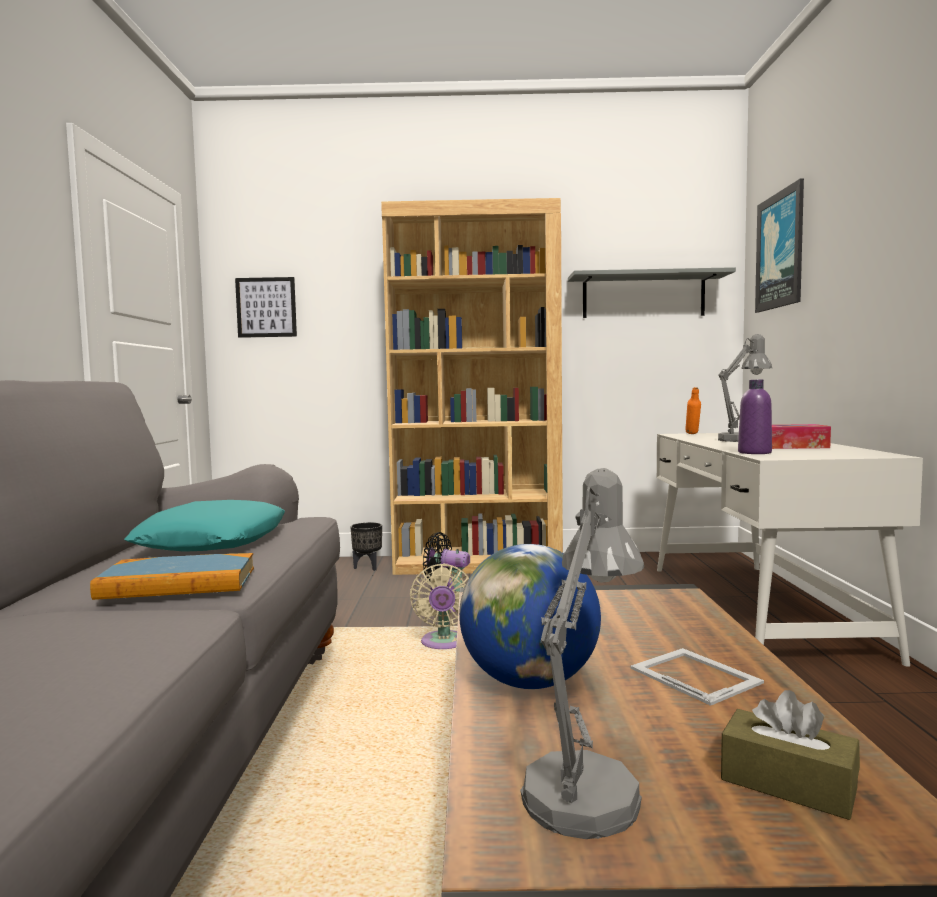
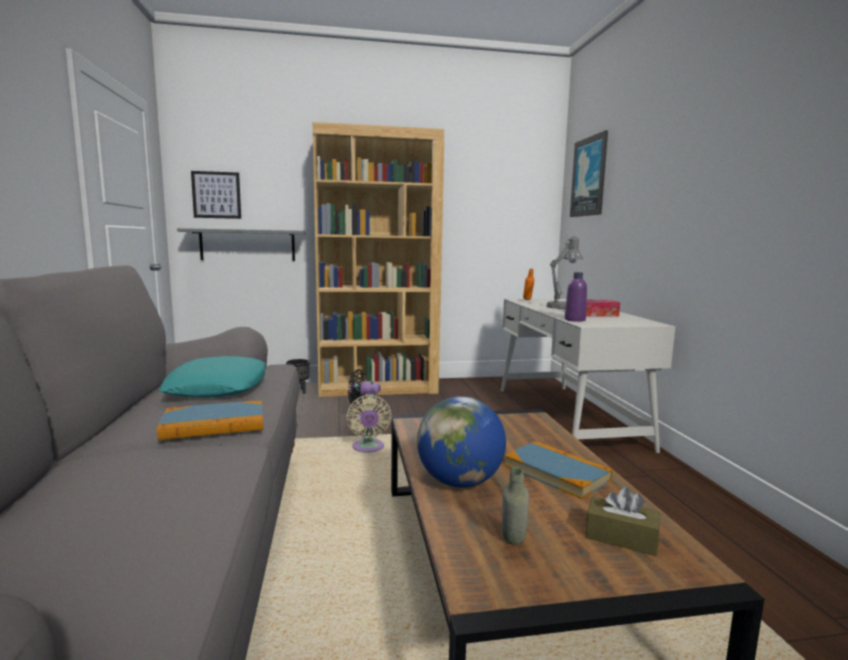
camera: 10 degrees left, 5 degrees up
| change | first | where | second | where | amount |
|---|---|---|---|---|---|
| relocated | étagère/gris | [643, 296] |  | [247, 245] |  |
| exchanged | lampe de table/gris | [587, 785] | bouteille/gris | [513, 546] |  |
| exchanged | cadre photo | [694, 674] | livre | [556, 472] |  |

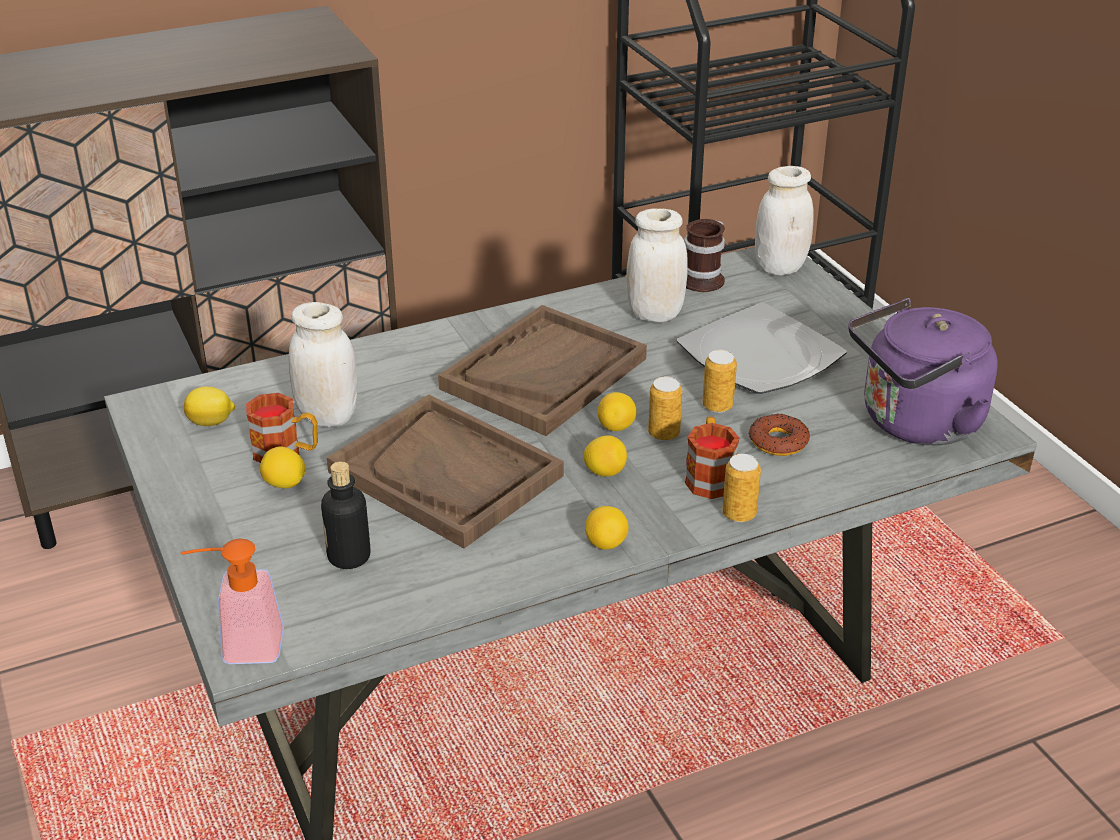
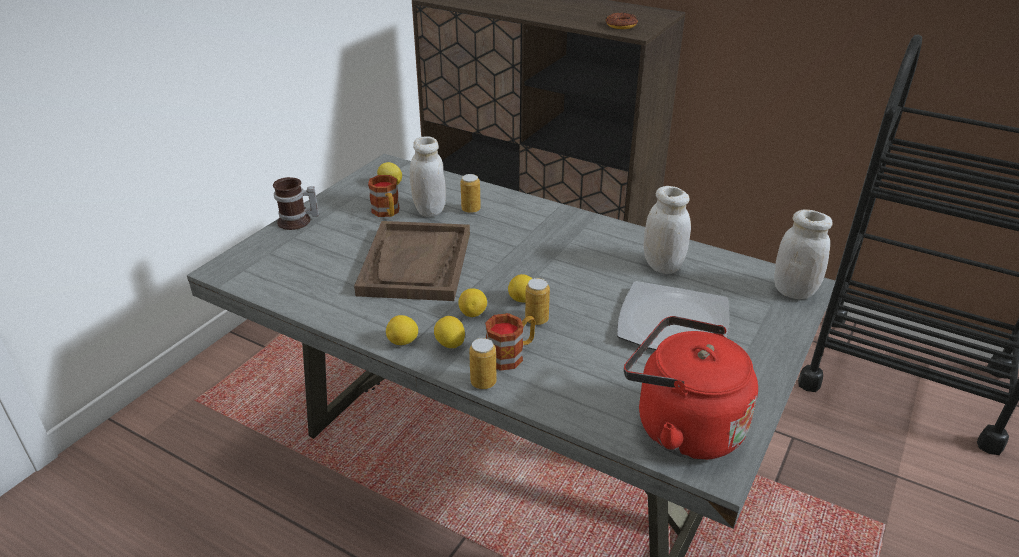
camera: 55 degrees right, 0 degrees up
| change | first | where | second | where | amount |
|---|---|---|---|---|---|
| relocated | mug | [706, 279] |  | [297, 222] |  |
| colour | bouilloire/violet | [915, 423] | bouilloire/rouge | [682, 426] |  |
| missing | plateau/marron | [544, 373] |  |  |  |
| relocated | boîte métallique | [717, 406] |  | [471, 209] |  |
| relocated | beignet | [778, 441] |  | [621, 25] |  |
| relocated | citron | [284, 484] |  | [450, 344] |  |
| missing | bouteille | [349, 556] |  |  |  |
| missing | distributeur de savon | [240, 647] |  |  |  |

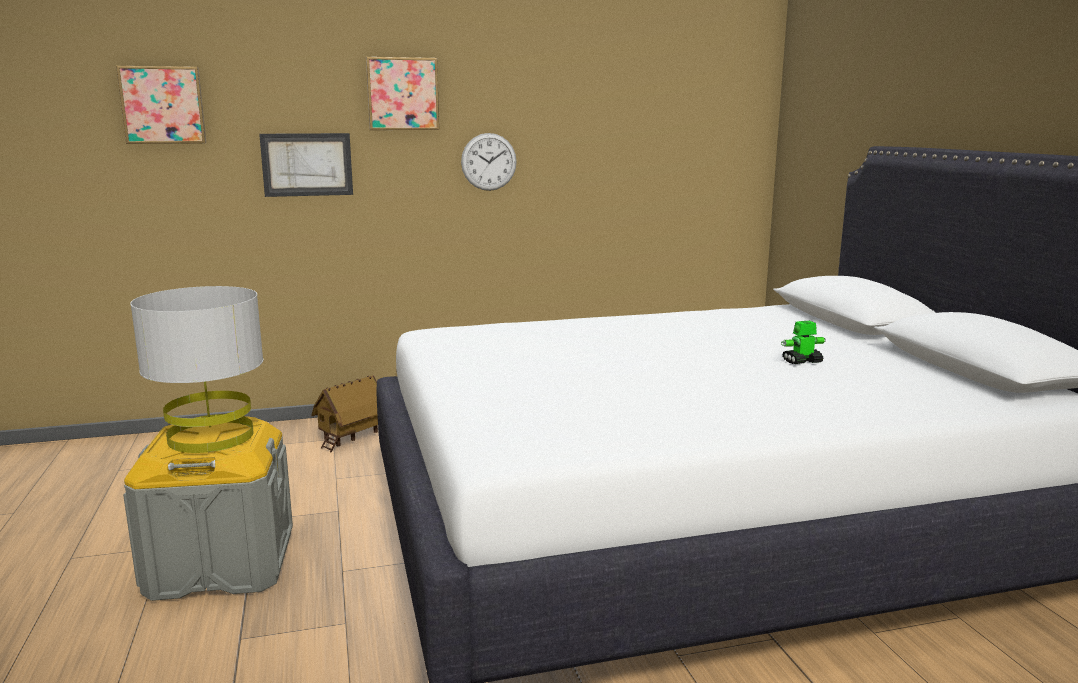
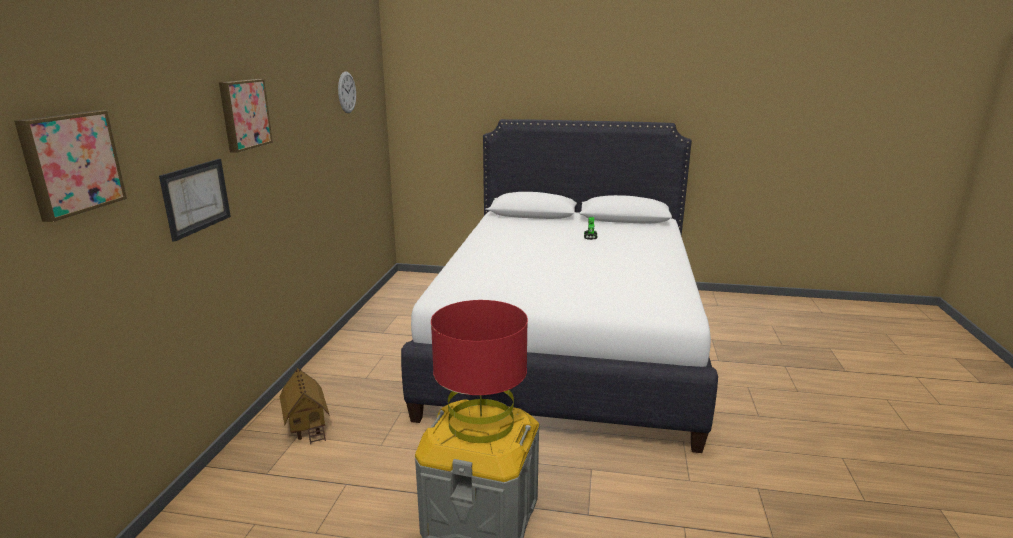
camera: 65 degrees left, 5 degrees up
| change | first | where | second | where | amount |
|---|---|---|---|---|---|
| relocated | horloge murale | [488, 162] |  | [347, 92] |  |
| colour | lampe de table/gris | [211, 436] | lampe de table/rouge | [480, 423] |  |

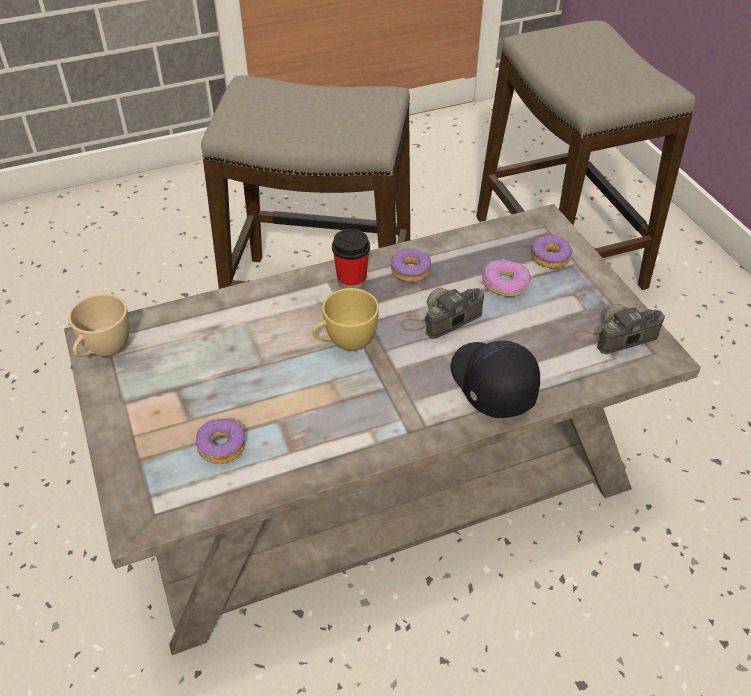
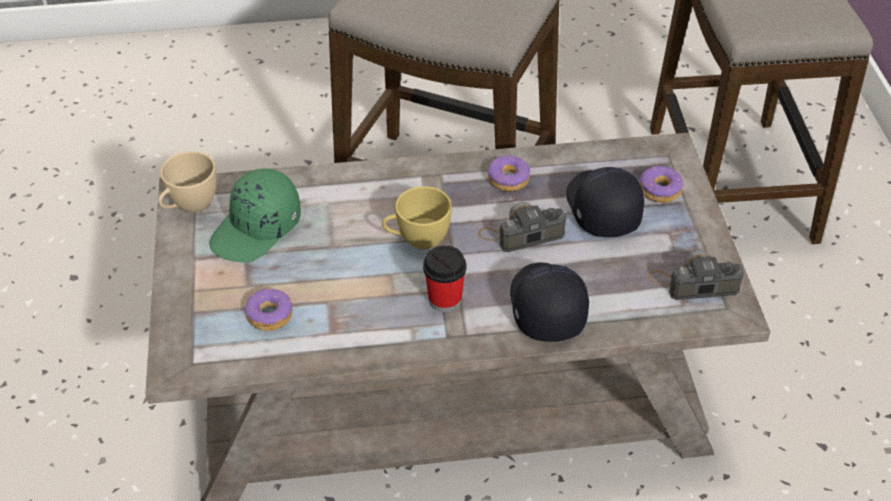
camera: 15 degrees right, 0 degrees up
| change | first | where | second | where | amount |
|---|---|---|---|---|---|
| relocated | tasse | [351, 280] |  | [445, 299] |  |
| exchanged | beignet | [505, 283] | casquette/noir | [601, 209] |  |
| appeared |  |  | casquette/vert | [257, 229] |  |

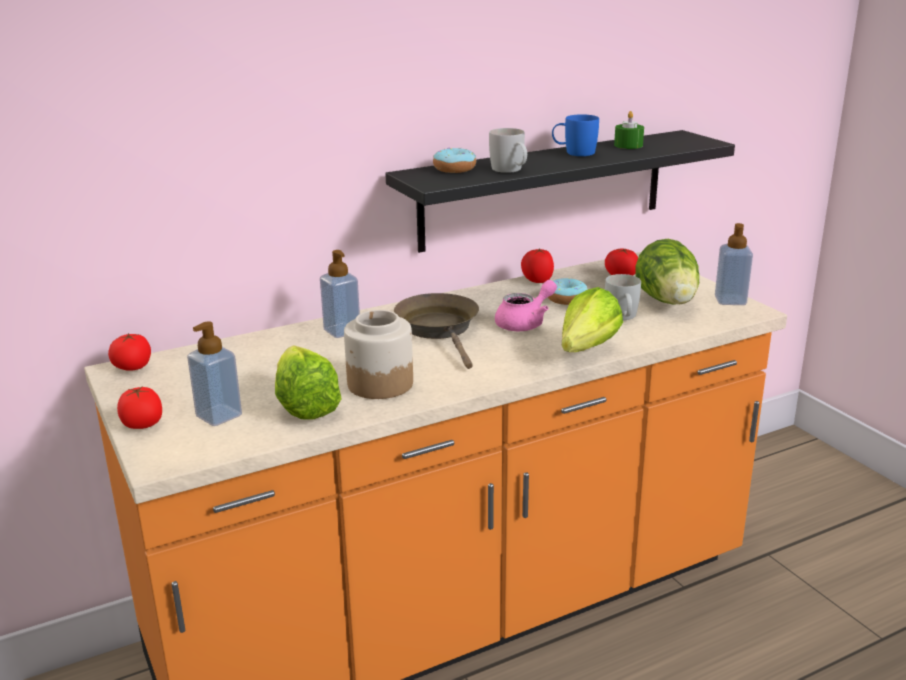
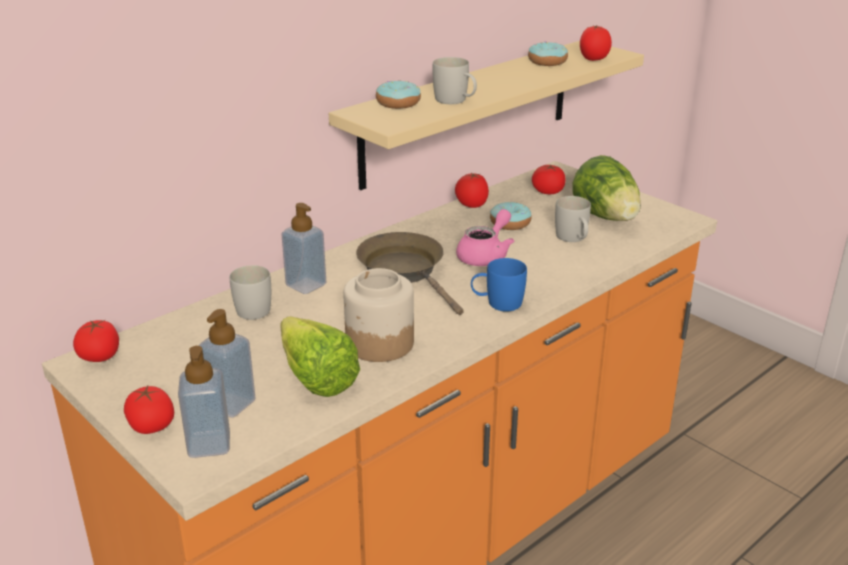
camera: 15 degrees left, 5 degrees up
| change | first | where | second | where | amount |
|---|---|---|---|---|---|
| exchanged | bougie/vert | [628, 145] | beignet | [547, 62] |  |
| relocated | mug/bleu | [574, 152] |  | [497, 303] |  |
| colour | étagère/noir | [544, 189] | étagère/beige | [469, 112] |  |
| relocated | distributeur de savon | [730, 300] |  | [209, 444] |  |
| missing | laitue | [581, 352] |  |  |  |
| appeared |  |  | tomate | [593, 59] |  |
| appeared |  |  | mug/blanc | [256, 307] |  |

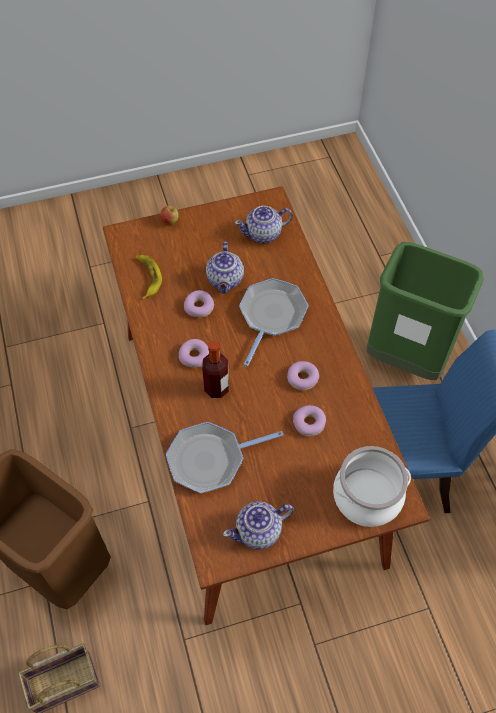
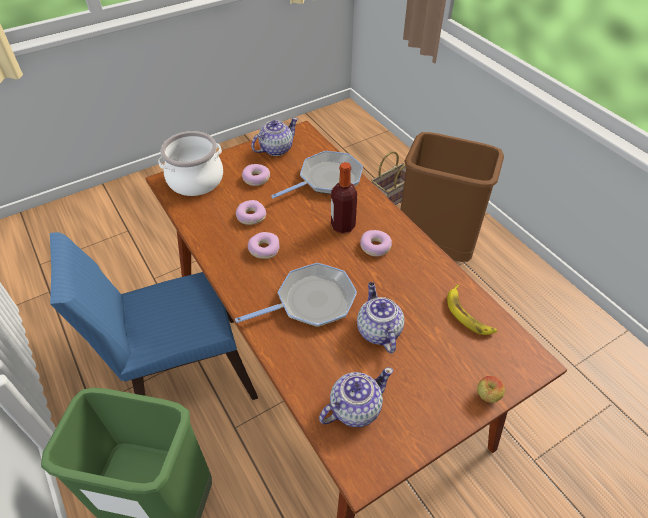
camera: 165 degrees right, 10 degrees down
| change | first | where | second | where | amount |
|---|---|---|---|---|---|
| spun | poêle | [271, 316] |  | [311, 301] | 120 degrees counterclockwise |
| relocated | beignet | [199, 307] |  | [256, 179] |  |

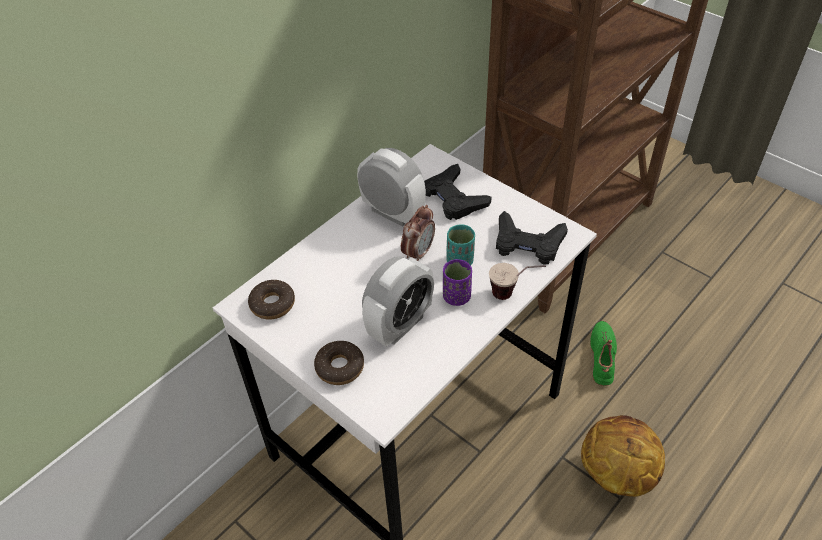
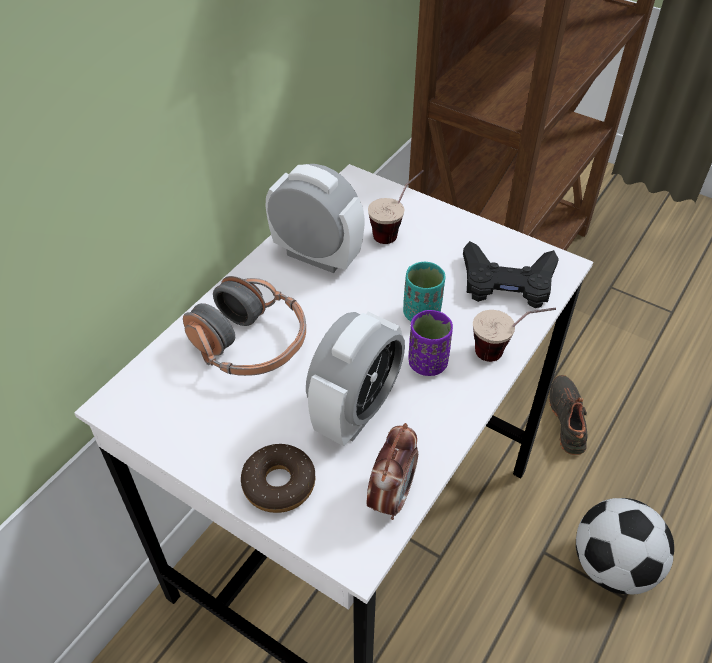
camera: 10 degrees left, 0 degrees up
| change | first | where | second | where | amount |
|---|---|---|---|---|---|
| exchanged | manette/noir | [454, 198] | tasse | [396, 230] |  |
| relocated | réveil | [418, 253] |  | [391, 497] |  |
| missing | beignet | [272, 304] |  |  |  |
| colour | chaussure/vert | [603, 357] | chaussure/noir | [568, 419] |  |
| exchanged | ballon de basket | [615, 473] | ballon de foot | [612, 565] |  |
| appeared |  |  | casque audio | [249, 344] |  |

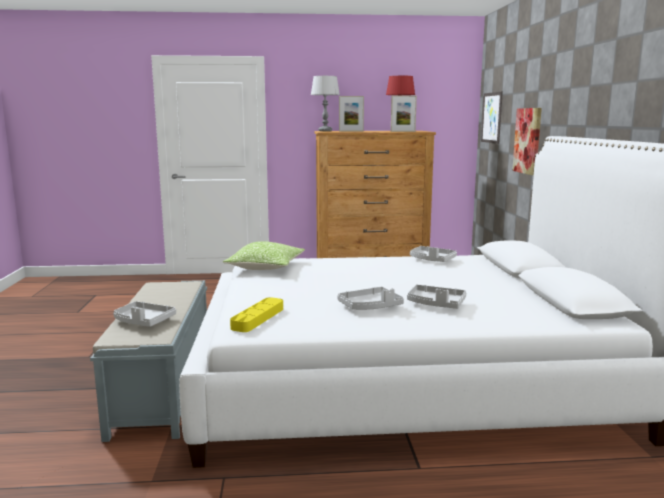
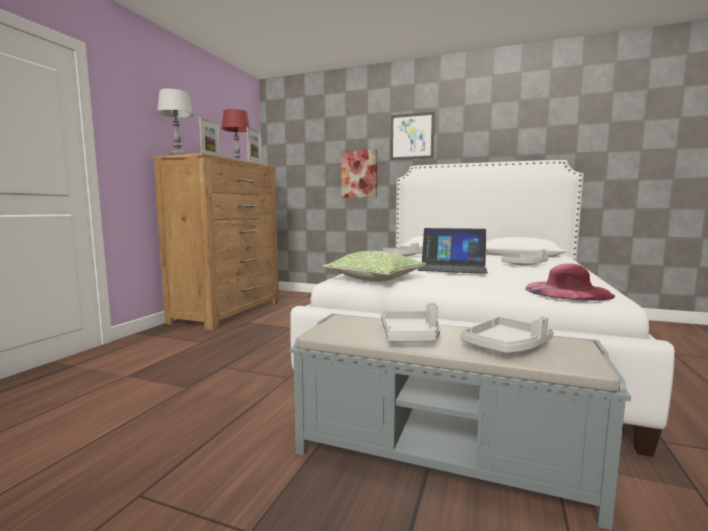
camera: 65 degrees left, 5 degrees down
| change | first | where | second | where | amount |
|---|---|---|---|---|---|
| relocated | tableau | [491, 117] |  | [412, 136] |  |
| relocated | plateau/gris | [370, 307] |  | [411, 336] |  |
| exchanged | plateau/jaune | [258, 318] | chapeau/rose | [567, 291] |  |
| appeared |  |  | ordinateur portable | [452, 267] |  |

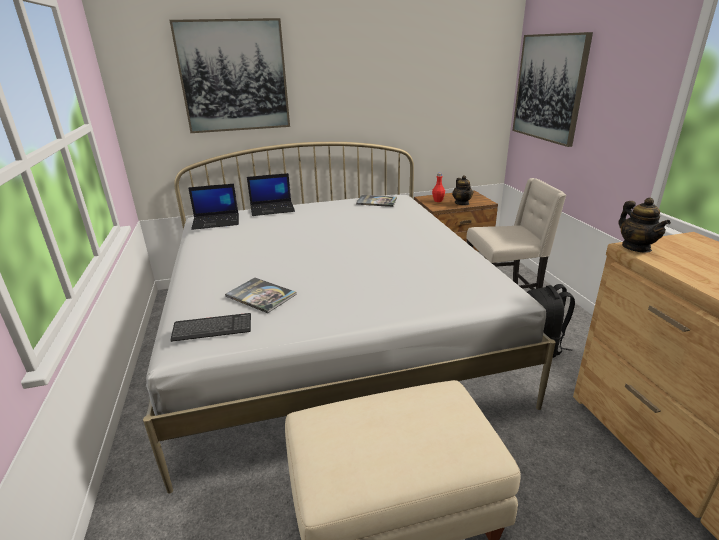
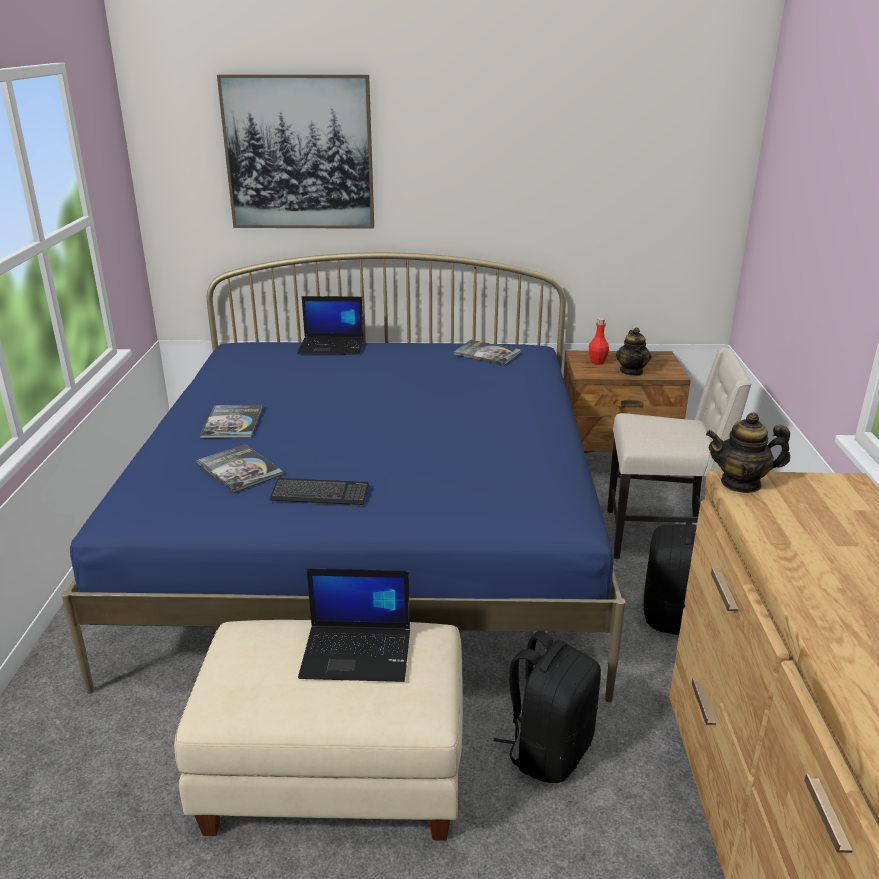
camera: 15 degrees right, 0 degrees up
| change | first | where | second | where | amount |
|---|---|---|---|---|---|
| missing | tableau | [549, 88] |  |  |  |
| colour | lit/blanc | [331, 334] | lit/bleu | [374, 541] |  |
| relocated | ordinateur portable | [216, 221] |  | [358, 653] |  |
| spun | théière | [636, 247] |  | [741, 483] | 90 degrees clockwise |
| relocated | clavier | [212, 329] |  | [320, 494] |  |
| appeared |  |  | livre | [232, 422] |  |
| appeared |  |  | sac à dos/noir | [548, 750] |  |

